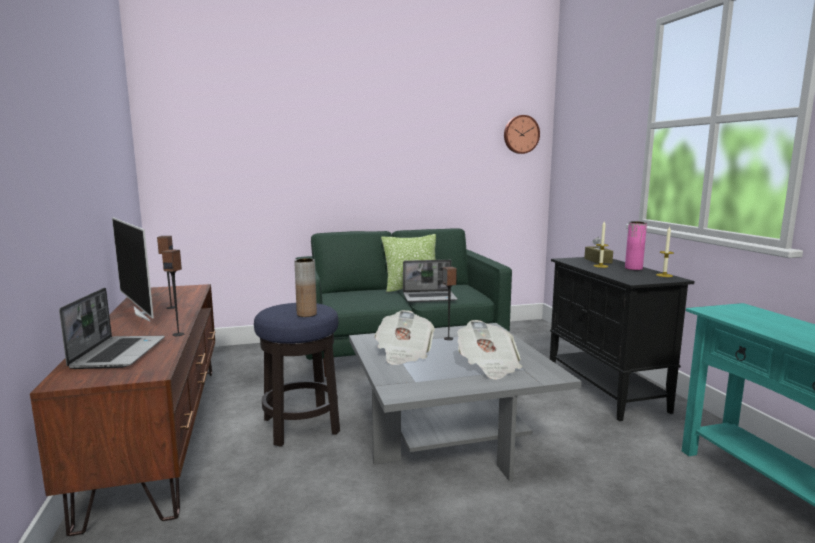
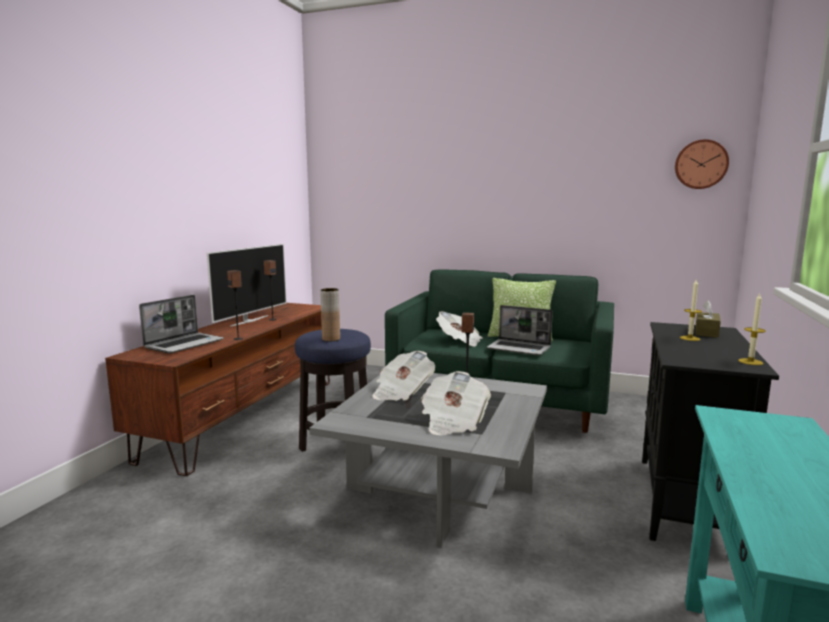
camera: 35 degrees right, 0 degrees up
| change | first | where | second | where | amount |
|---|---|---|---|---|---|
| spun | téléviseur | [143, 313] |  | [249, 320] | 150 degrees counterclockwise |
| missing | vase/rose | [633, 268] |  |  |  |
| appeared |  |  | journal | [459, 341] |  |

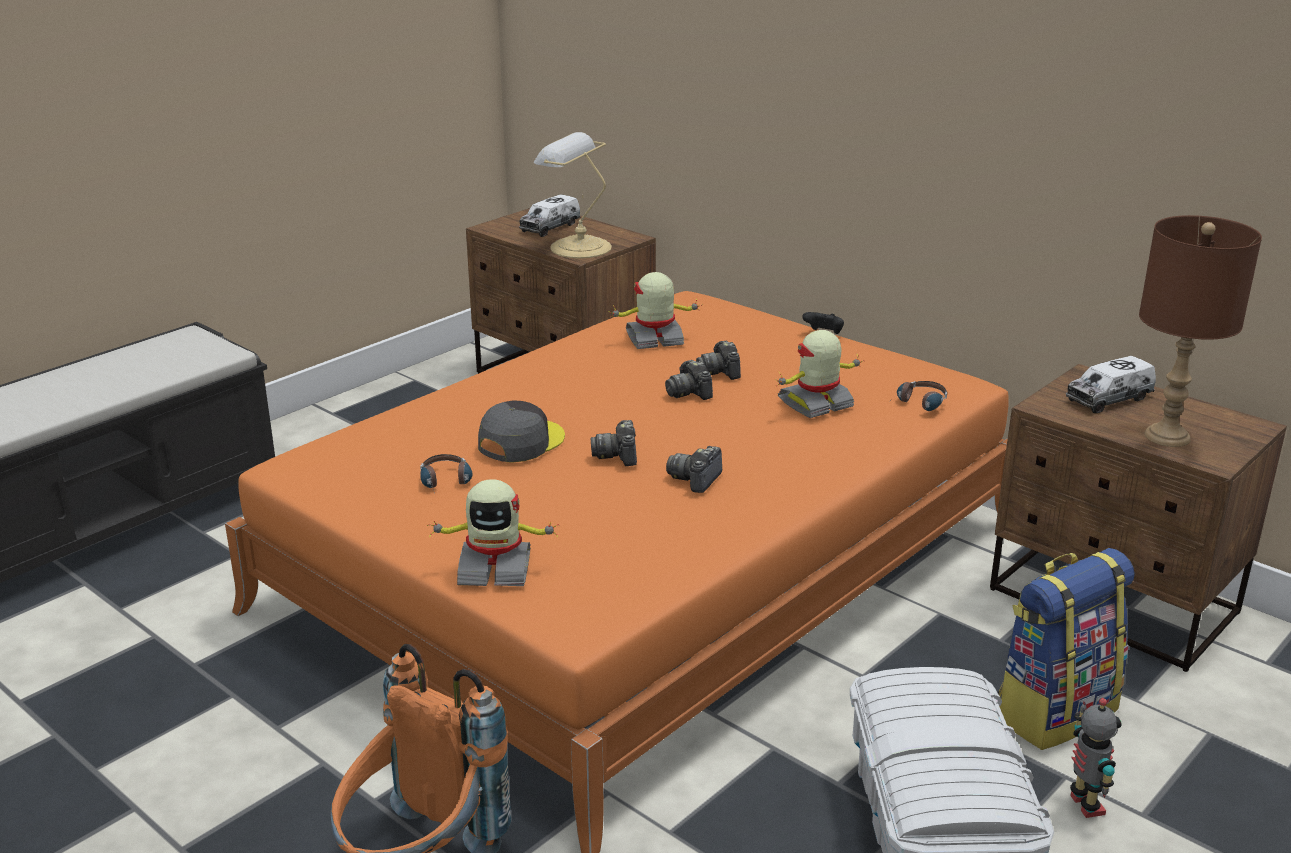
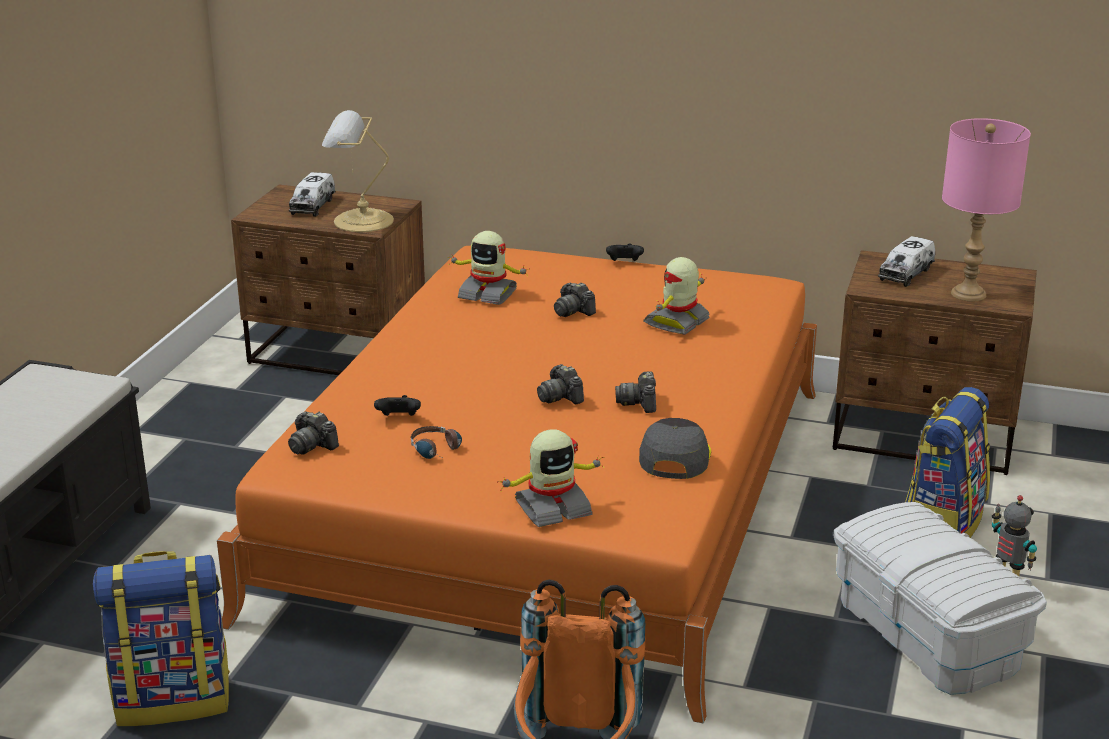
camera: 25 degrees left, 0 degrees up
| change | first | where | second | where | amount |
|---|---|---|---|---|---|
| colour | lampe de table/marron | [1168, 437] | lampe de table/rose | [969, 294] |  |
| spun | robot jouet | [655, 339] |  | [488, 294] | 120 degrees counterclockwise |
| relocated | appareil photo | [689, 392] |  | [312, 445] |  |
| missing | casque audio | [918, 404] |  |  |  |
| relocated | casquette/gris | [520, 442] |  | [674, 457] |  |
| appeared |  |  | manette/noir | [398, 418] |  |
| appeared |  |  | sac à dos | [174, 699] |  |

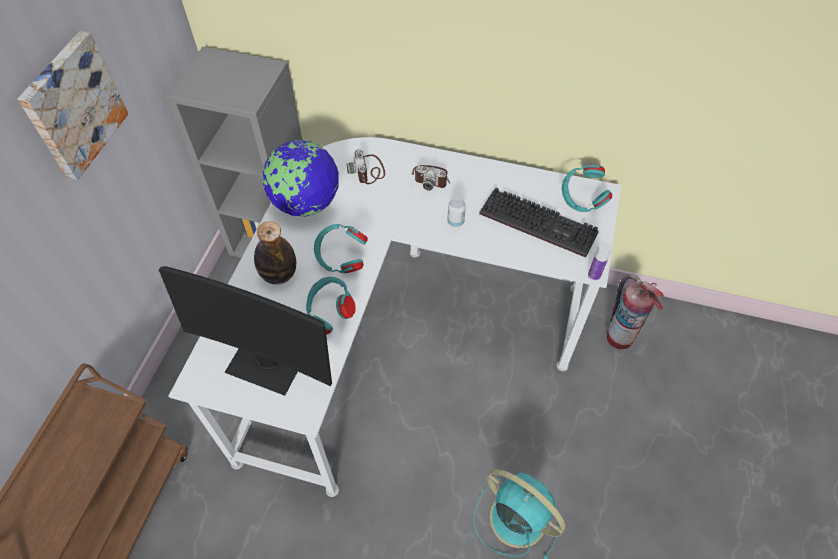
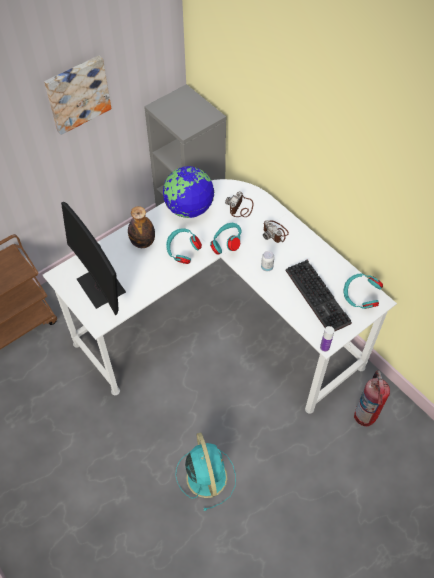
camera: 35 degrees right, 0 degrees up
| change | first | where | second | where | amount |
|---|---|---|---|---|---|
| relocated | casque audio/turquoise | [330, 313] |  | [226, 245] |  |

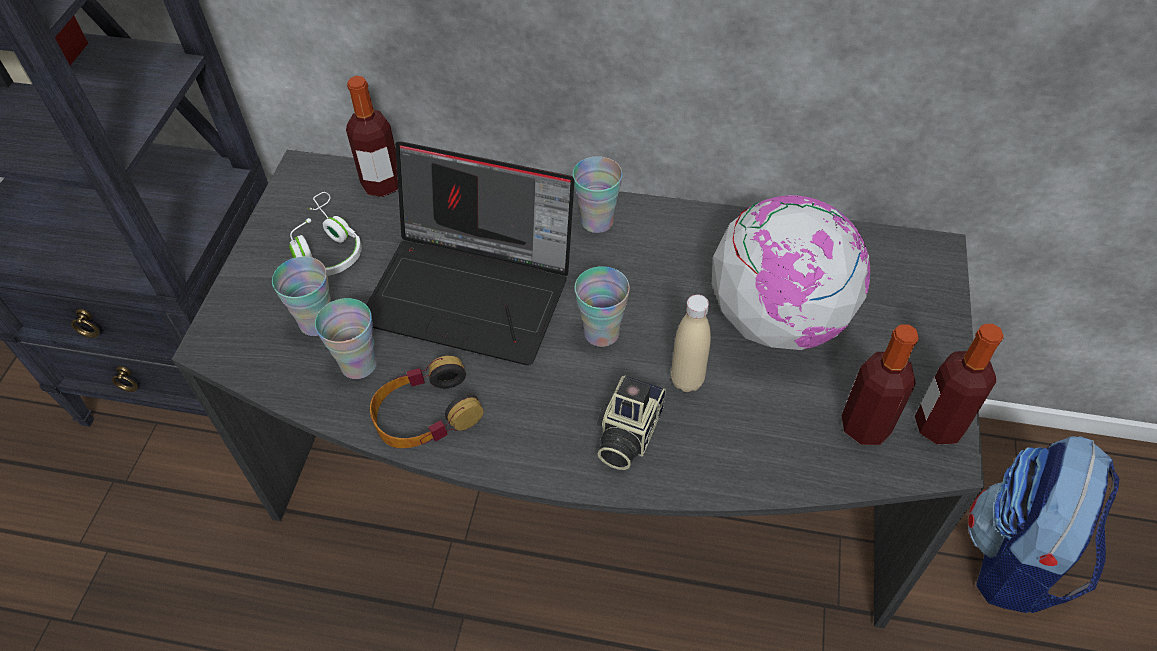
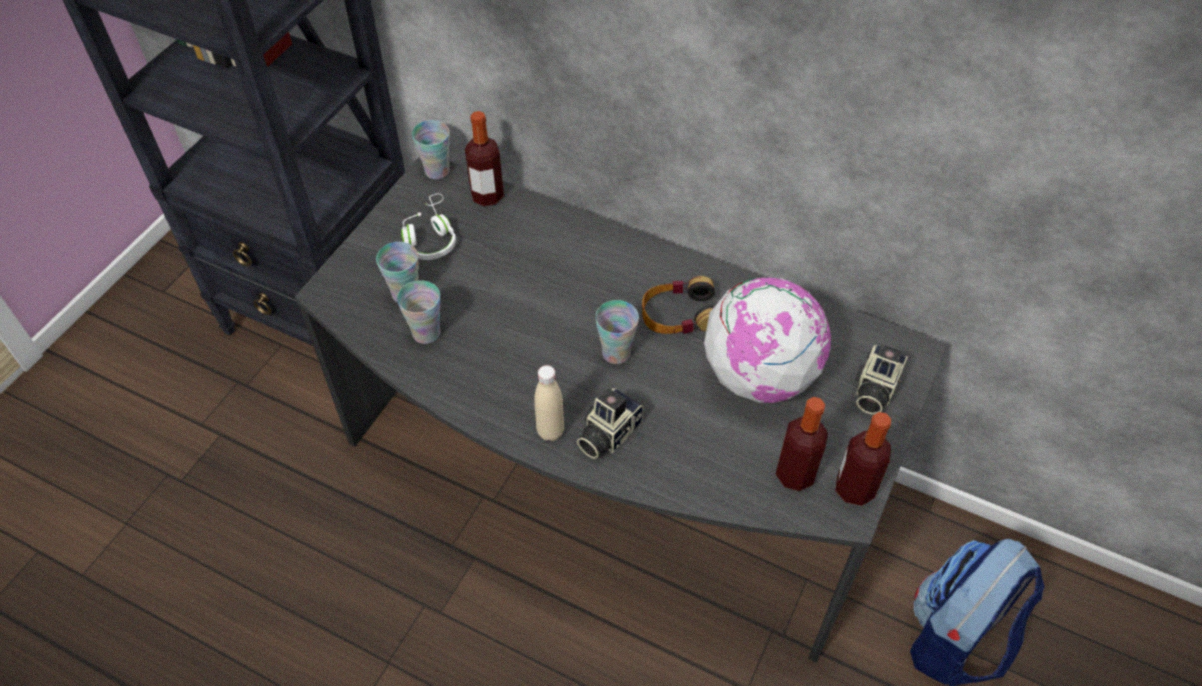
camera: 15 degrees right, 0 degrees up
| change | first | where | second | where | amount |
|---|---|---|---|---|---|
| missing | ordinateur portable | [474, 290] |  |  |  |
| relocated | tasse | [597, 221] |  | [437, 171] |  |
| relocated | bouteille/beige | [687, 380] |  | [550, 431] |  |
| relocated | casque audio | [425, 413] |  | [679, 314] |  |
| appeared |  |  | appareil photo | [874, 389] |  |

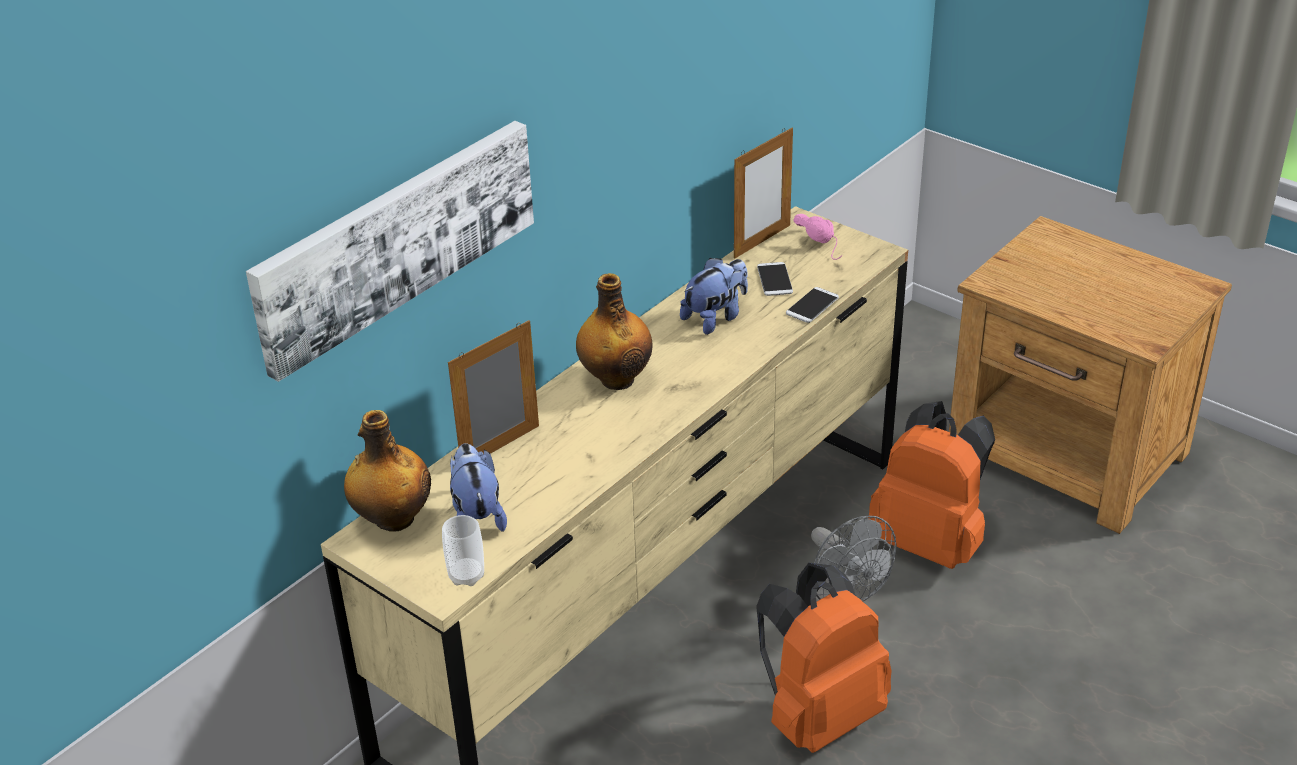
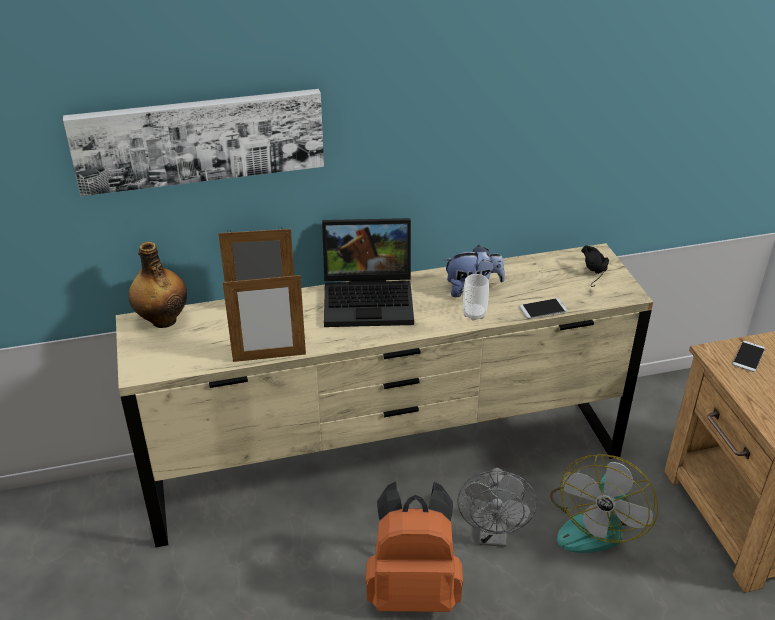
camera: 35 degrees right, 0 degrees up
| change | first | where | second | where | amount |
|---|---|---|---|---|---|
| relocated | cadre photo | [762, 241] |  | [269, 357] |  |
| colour | casque audio/rose | [824, 244] | casque audio/noir | [597, 274] |  |
| relocated | téléphone | [774, 280] |  | [748, 357] |  |
| exchanged | bouteille | [616, 379] | ordinateur portable | [370, 299] |  |
| exchanged | sac à dos/orange | [930, 542] | ventilateur | [595, 522] |  |
| missing | peluche | [477, 515] |  |  |  |
| relocated | tasse | [466, 575] |  | [474, 314] |  |

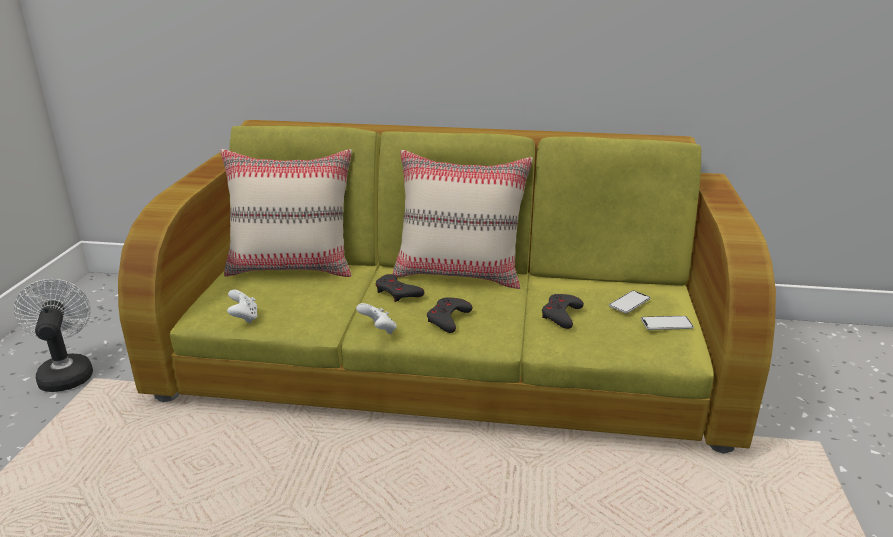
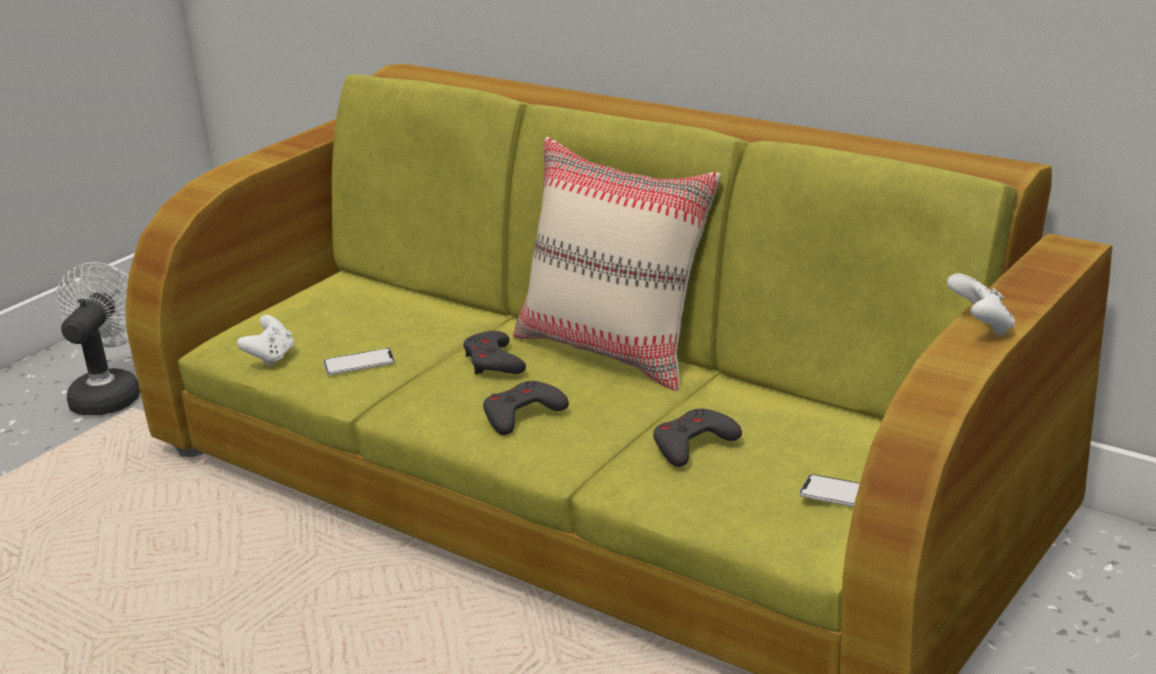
camera: 30 degrees right, 0 degrees up
| change | first | where | second | where | amount |
|---|---|---|---|---|---|
| missing | coussin/beige | [292, 267] |  |  |  |
| relocated | téléphone | [629, 303] |  | [359, 363] |  |
| relocated | manette/blanc | [378, 330] |  | [981, 327] |  |

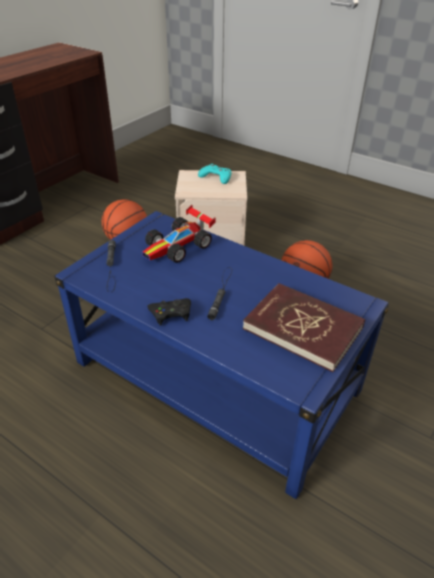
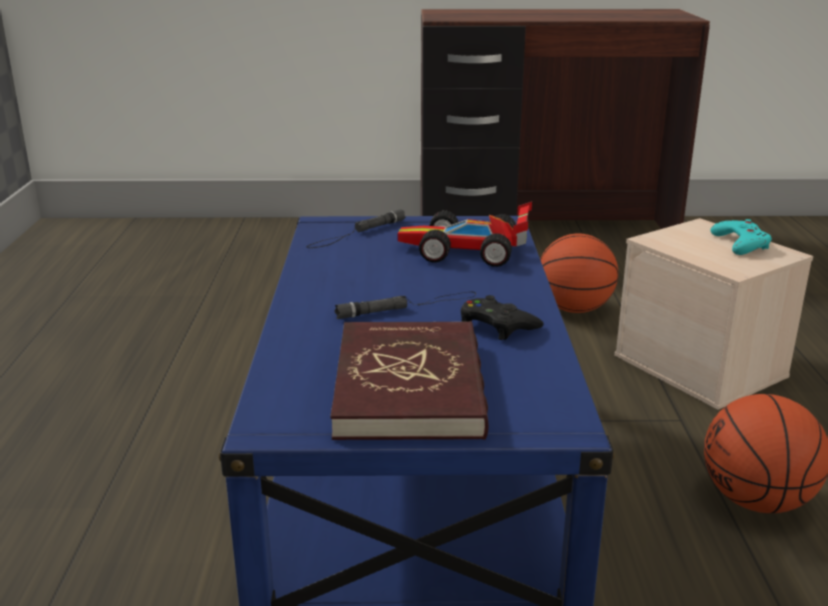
camera: 55 degrees right, 15 degrees down
| change | first | where | second | where | amount |
|---|---|---|---|---|---|
| relocated | manette/noir | [171, 313] |  | [497, 326] |  |

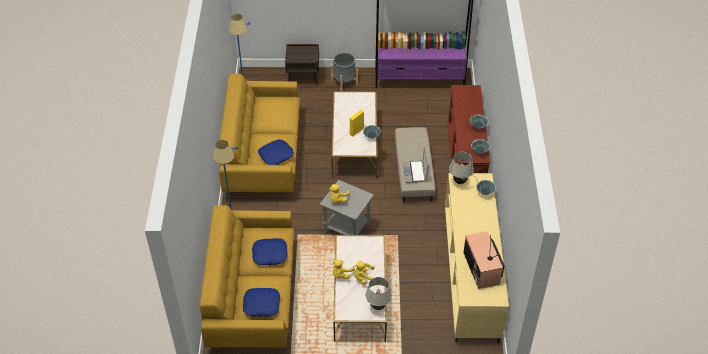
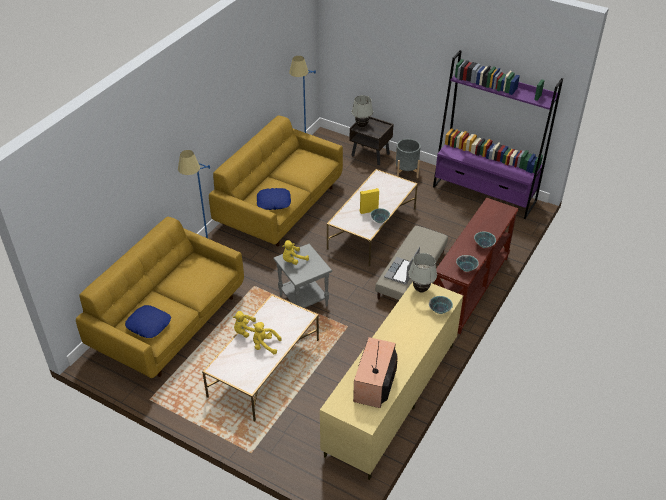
camera: 30 degrees right, 5 degrees down
| change | first | where | second | where | amount |
|---|---|---|---|---|---|
| missing | coussin/bleu | [270, 254] |  |  |  |
| relocated | lampe de table/blanc | [378, 307] |  | [361, 126] |  |

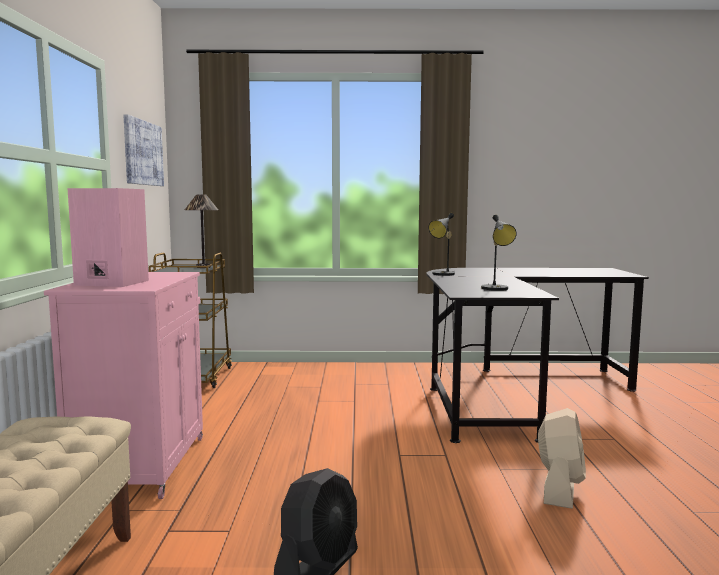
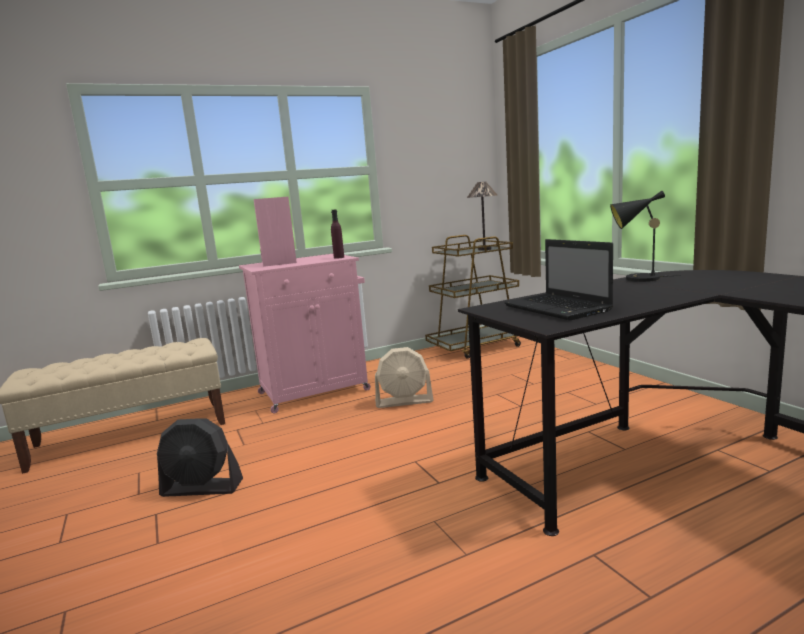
camera: 65 degrees right, 5 degrees up
| change | first | where | second | where | amount |
|---|---|---|---|---|---|
| missing | tableau | [142, 153] |  |  |  |
| exchanged | lampe de table/noir | [496, 289] | ordinateur portable | [559, 308] |  |
| relocated | ventilateur/beige | [560, 488] |  | [404, 401] |  |
| appeared |  |  | bouteille/violet | [339, 257] |  |

